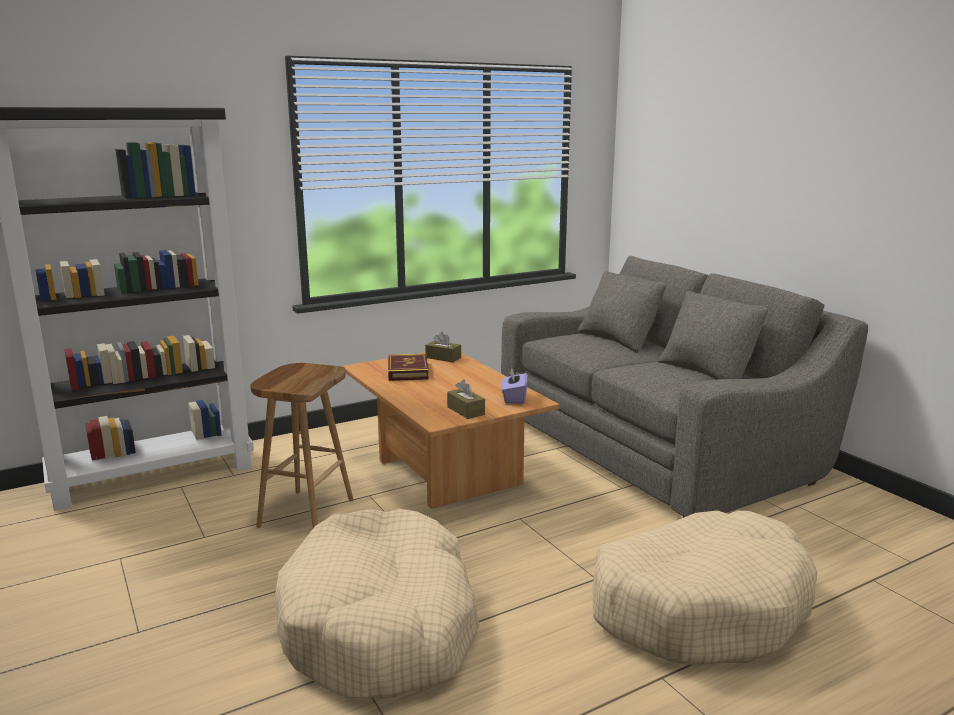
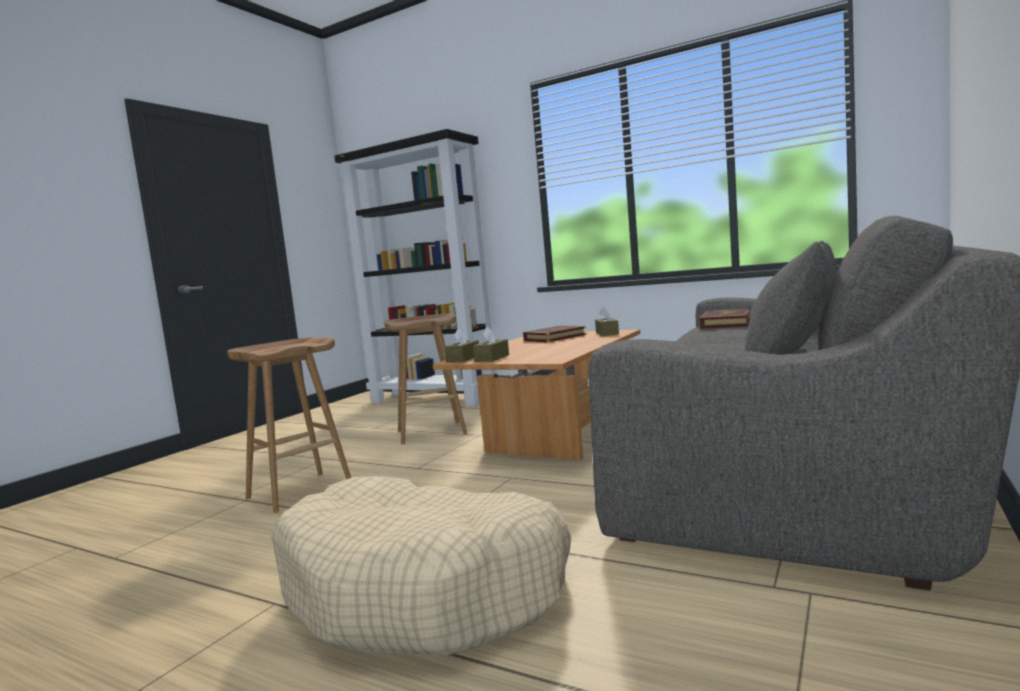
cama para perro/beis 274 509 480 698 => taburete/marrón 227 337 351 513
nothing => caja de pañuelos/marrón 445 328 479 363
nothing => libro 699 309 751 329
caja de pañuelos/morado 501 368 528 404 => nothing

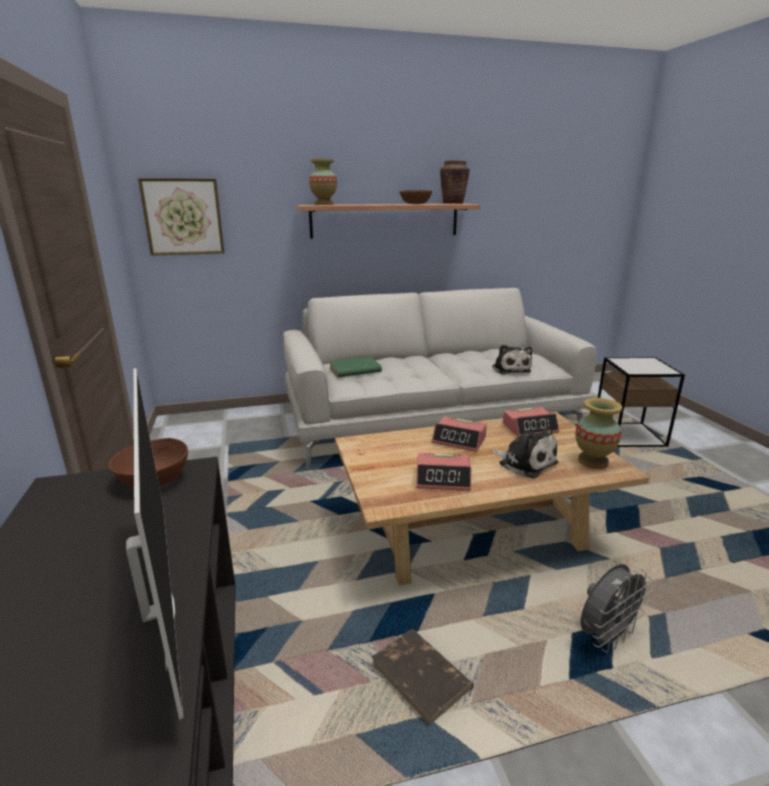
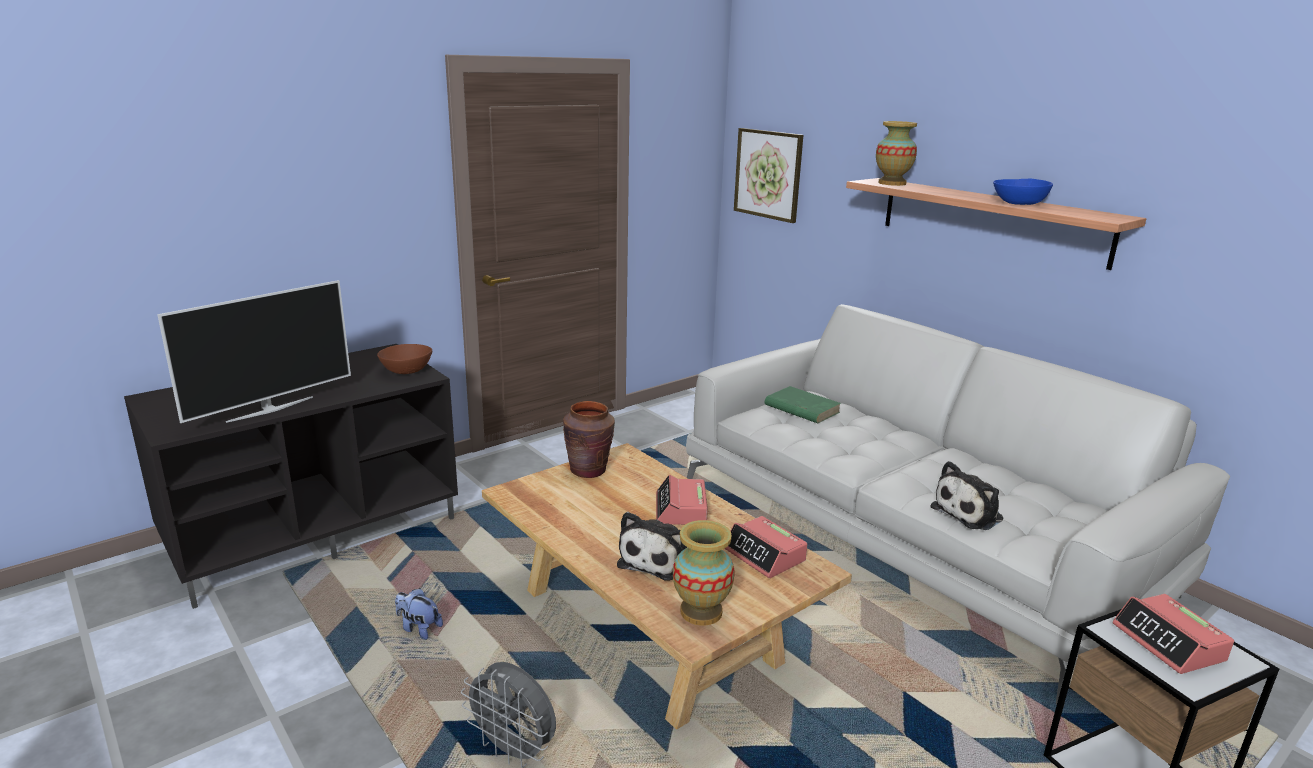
libro/marrón 372 629 474 725 => peluche 395 588 443 640
florero/marrón 440 161 470 204 => florero/marrón 563 401 615 478, move
cuenco/marrón 399 190 432 204 => cuenco/azul 993 179 1053 205
despertador 416 453 472 491 => despertador 1113 594 1234 674, move

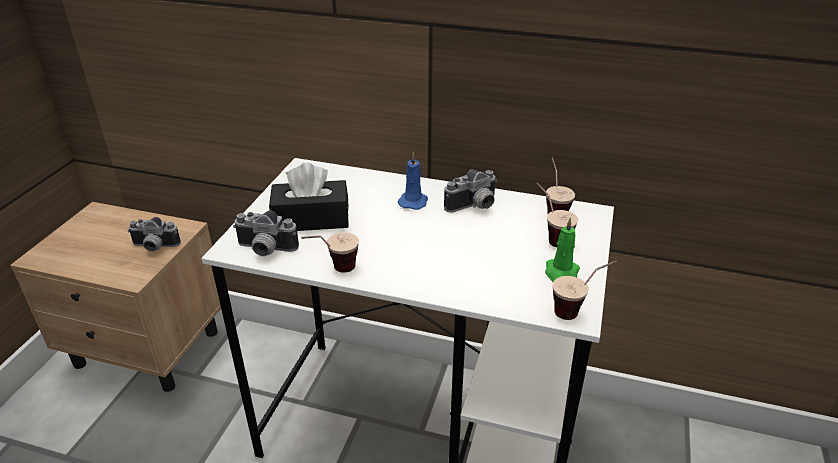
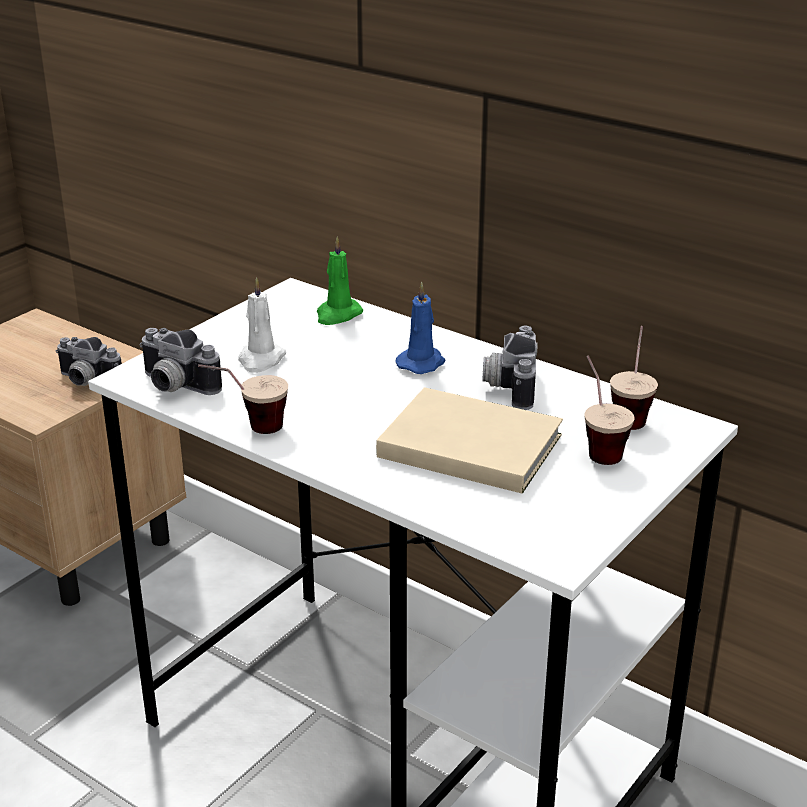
caja de pañuelos/negro 269 163 349 231 => vela/blanco 238 277 286 373
vela/verde 545 217 580 282 => vela/verde 317 237 363 325, move
nothing => libro/beis 376 387 563 494
cámara 444 169 498 213 => cámara 483 326 538 410, 105 degrees clockwise
taza 553 260 617 320 => nothing

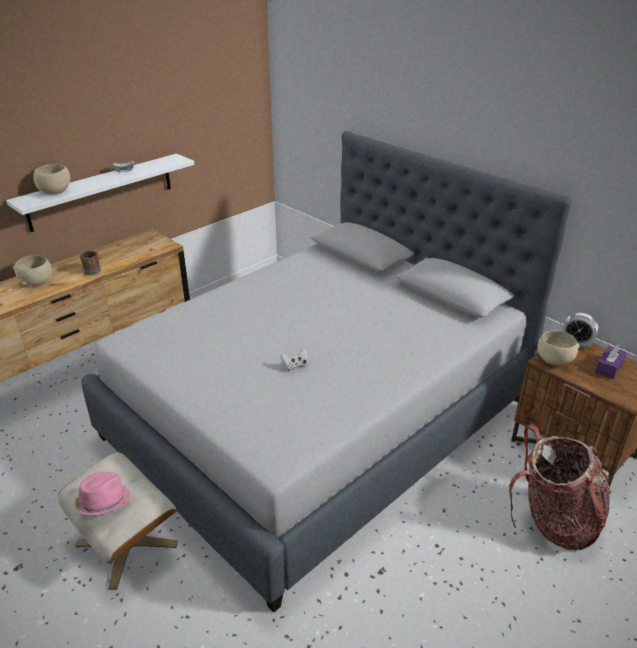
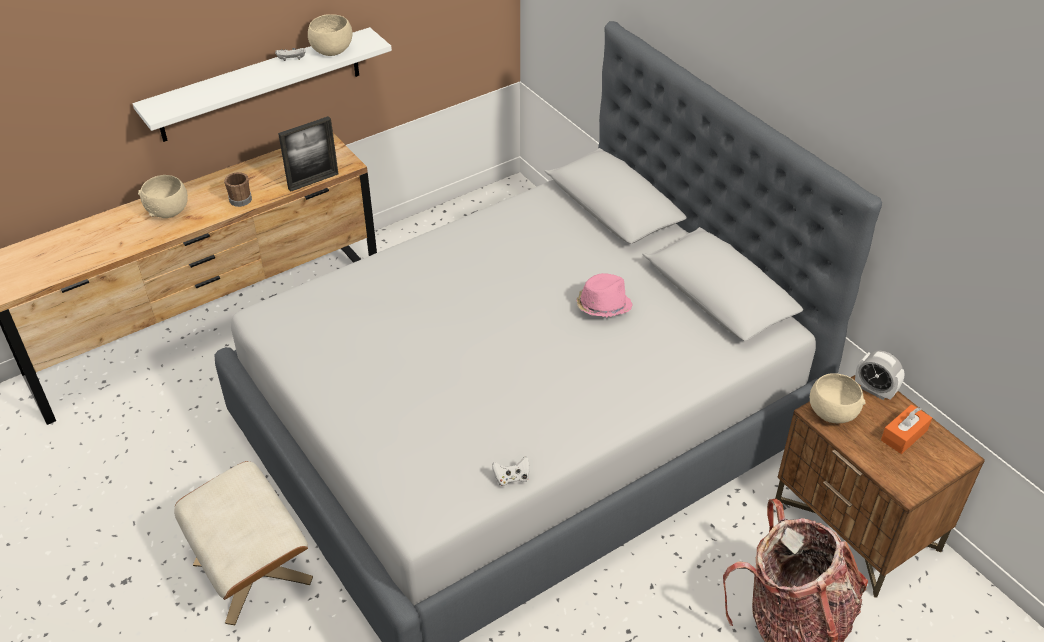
nothing => portarretratos 278 116 338 192
cuenco/beis 33 164 71 195 => cuenco/beis 308 14 353 56, move
mando de consola/blanco 281 349 307 371 => mando de consola/blanco 492 456 530 486, move
sombrero/rosa 75 472 131 515 => sombrero/rosa 576 273 633 317, move
caja de pañuelos/morado 595 344 627 379 => caja de pañuelos/naranja 881 404 932 454

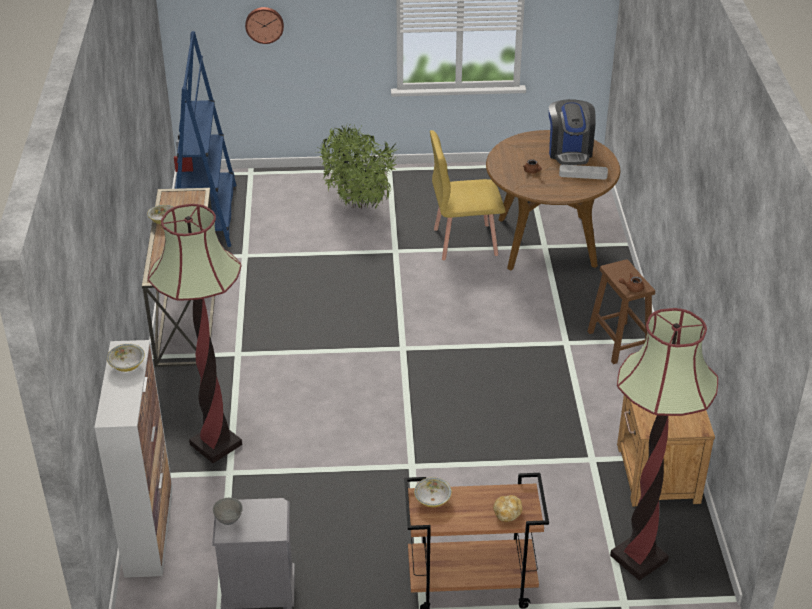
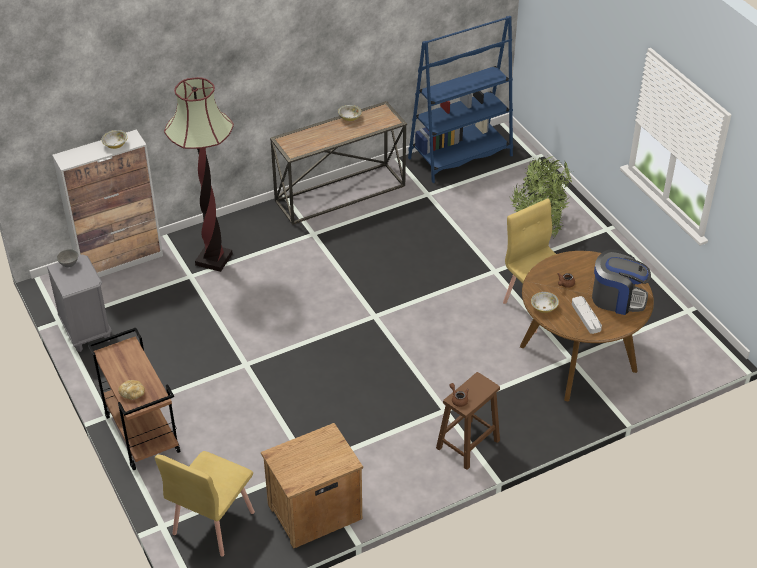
lámpara de pie 610 308 718 581 => silla/amarillo 155 451 255 557
cuenco 414 477 452 507 => cuenco 531 292 559 313, move
cafetera 549 99 596 165 => cafetera 592 250 651 315, 135 degrees counterclockwise
reloj de pared 245 7 284 44 => nothing

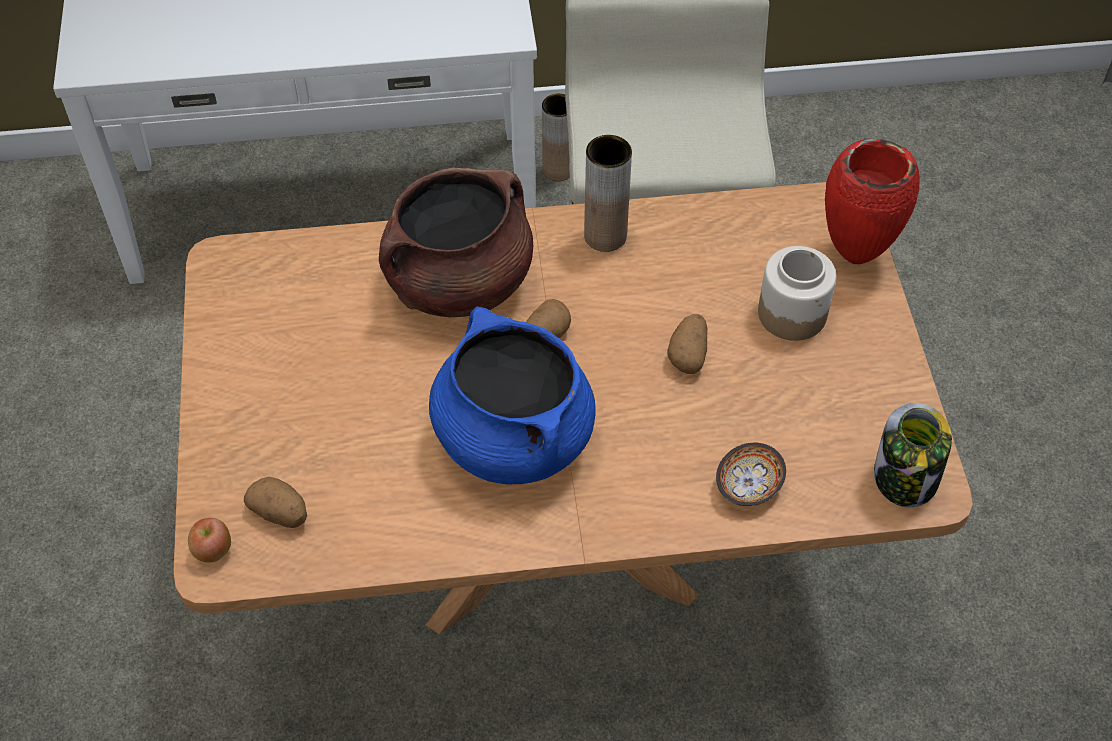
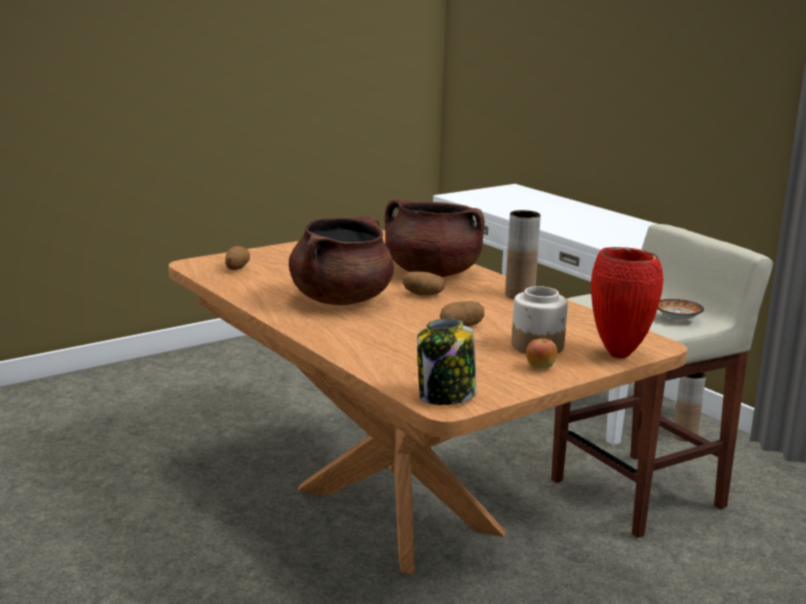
olla/azul 429 307 596 484 => olla/marrón 289 216 394 305
manzana 188 518 231 563 => manzana 526 338 557 369, move
cuenco 716 443 786 506 => cuenco 658 299 704 320, move

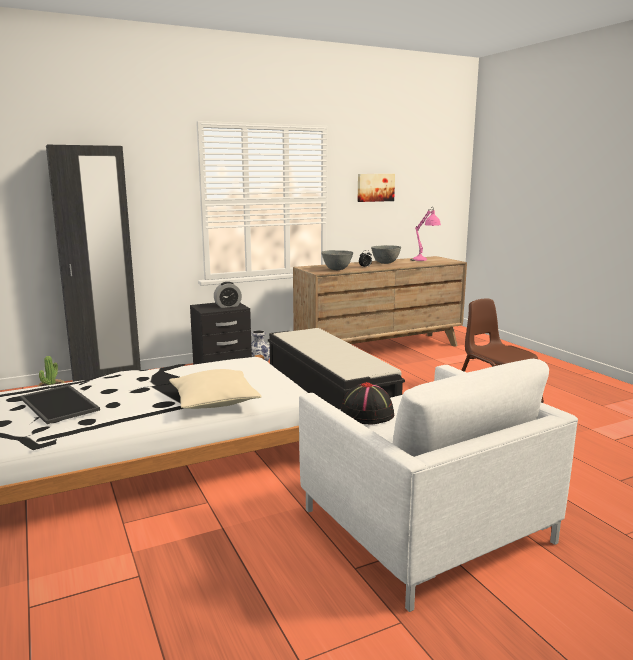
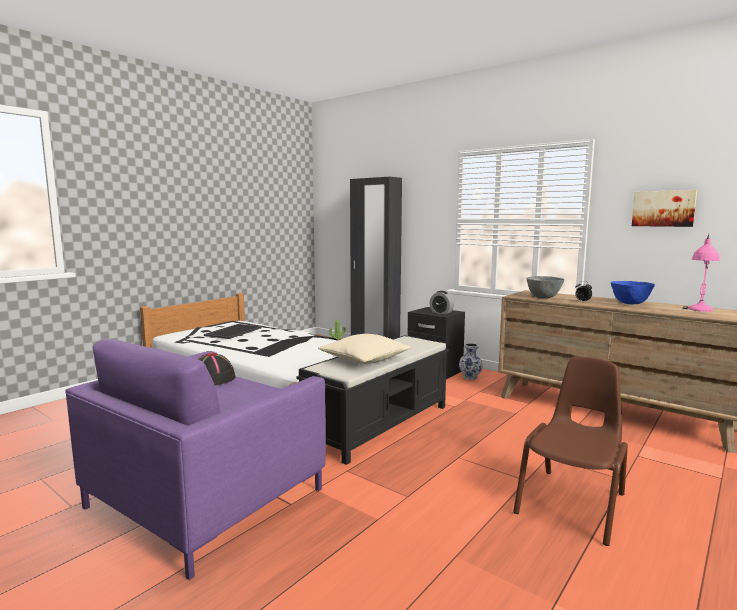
sillón/blanco 299 359 578 612 => sillón/morado 65 339 326 580
cojín/beis 169 369 262 409 => cojín/beis 318 334 411 364, move
cuenco/gris 371 245 401 264 => cuenco/azul 611 281 655 304

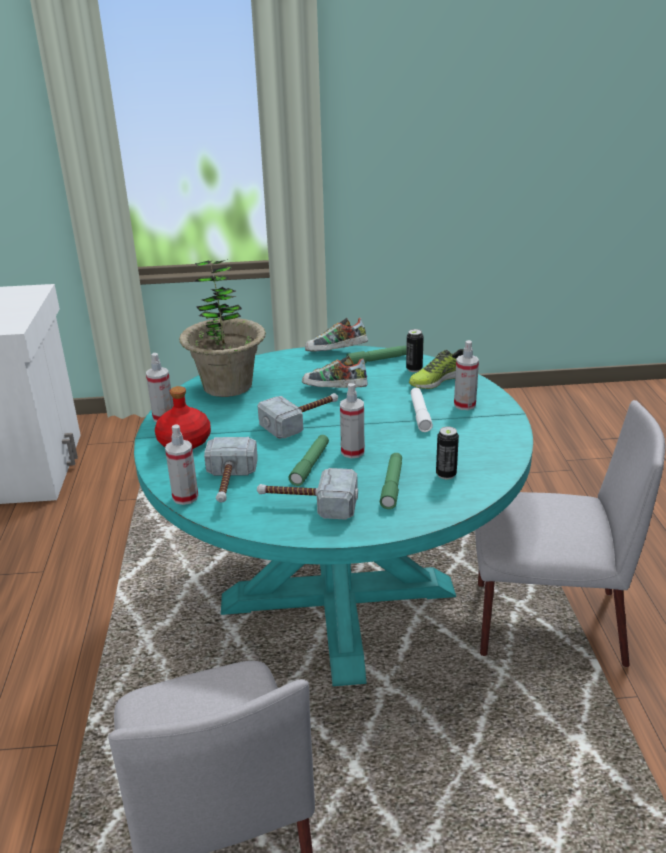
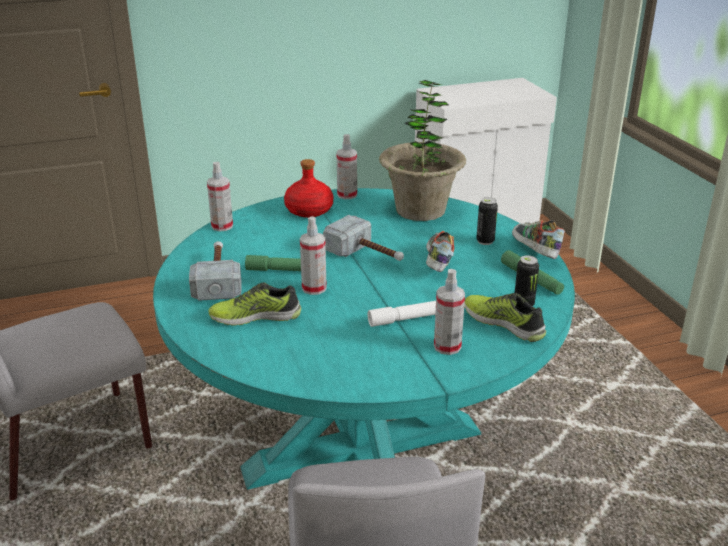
linterna/verde 380 453 402 509 => zapato 209 282 301 326
lata 436 426 459 479 => lata 476 197 498 245, move
martillo 204 437 258 503 => nothing

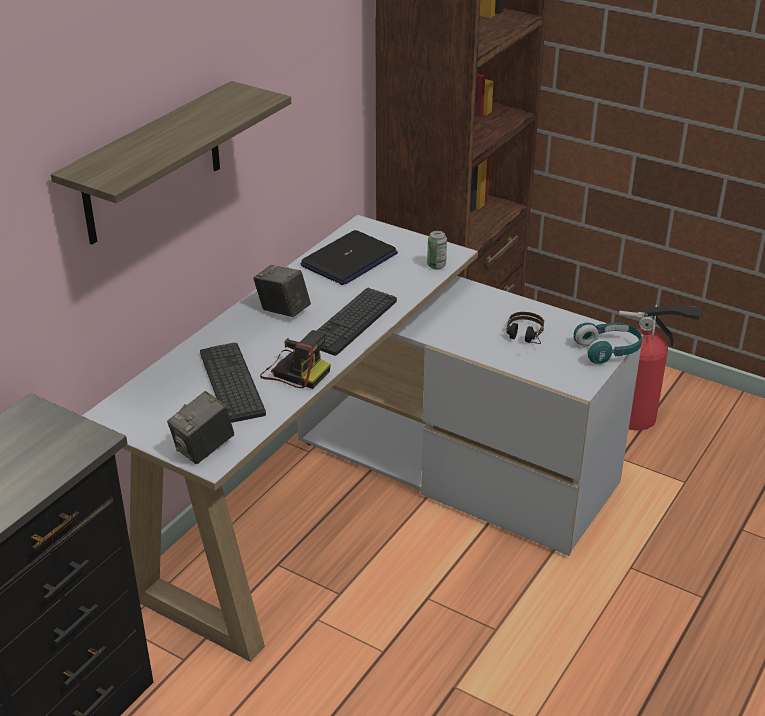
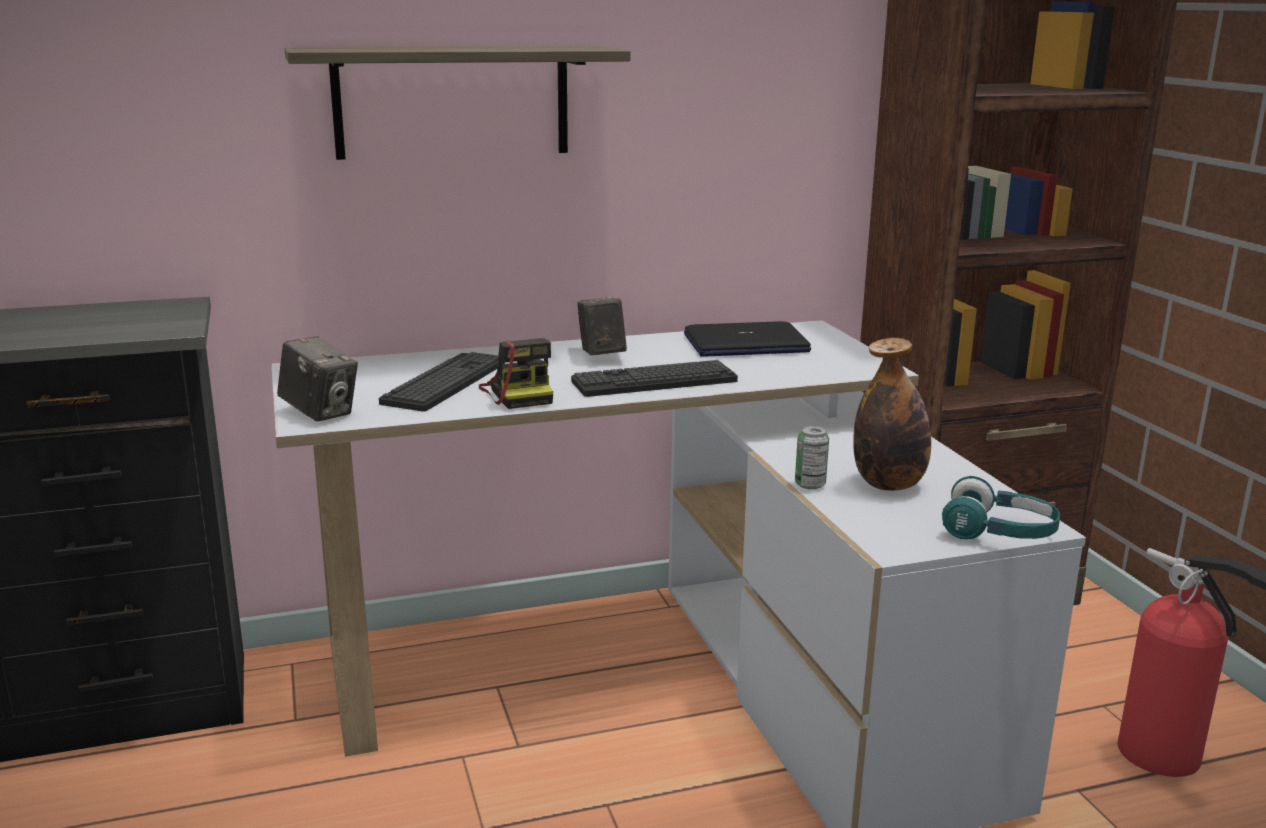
cámara 167 391 234 464 => cámara 277 336 358 422, 135 degrees counterclockwise
lata 427 231 447 269 => lata 795 426 829 489, move
auriculares 506 312 544 344 => botella 853 338 931 491

